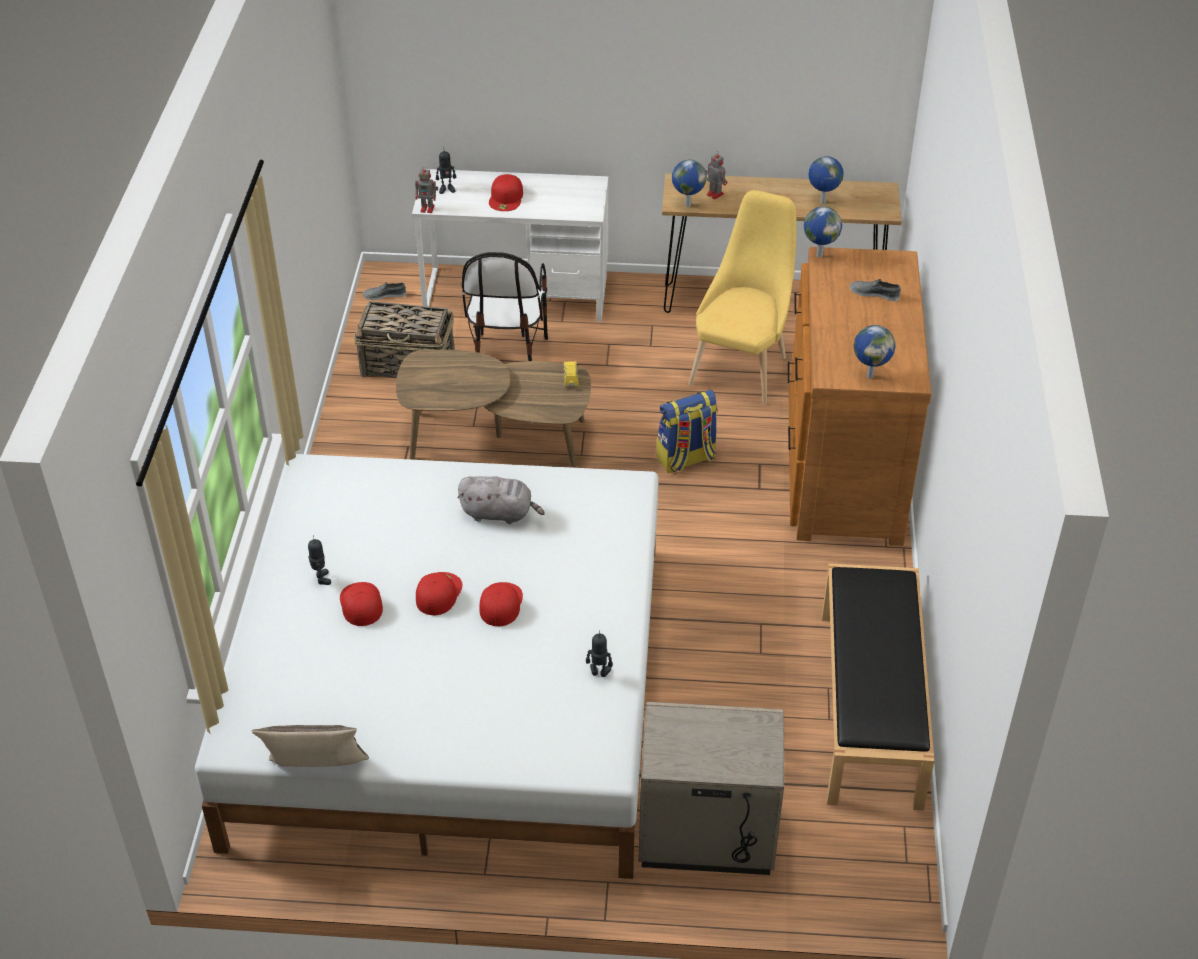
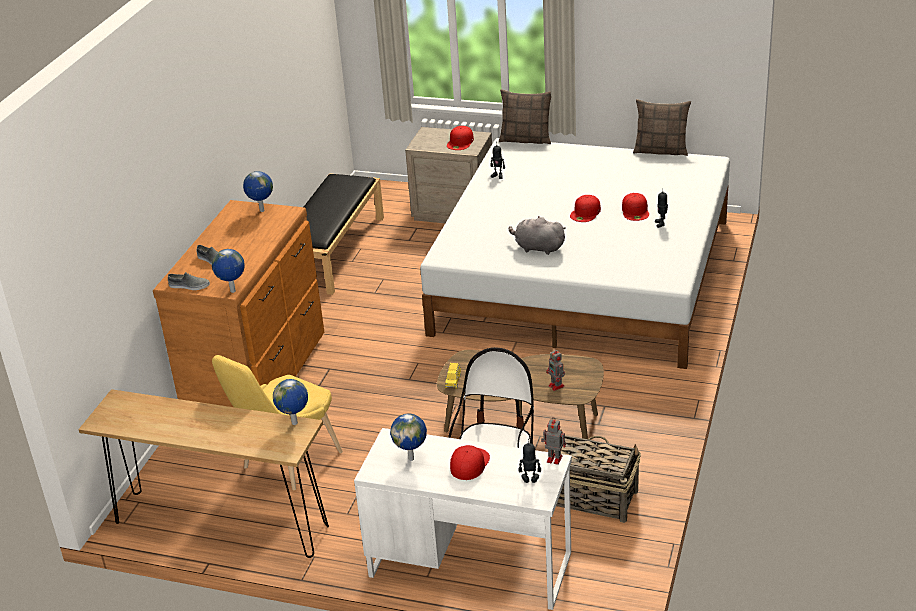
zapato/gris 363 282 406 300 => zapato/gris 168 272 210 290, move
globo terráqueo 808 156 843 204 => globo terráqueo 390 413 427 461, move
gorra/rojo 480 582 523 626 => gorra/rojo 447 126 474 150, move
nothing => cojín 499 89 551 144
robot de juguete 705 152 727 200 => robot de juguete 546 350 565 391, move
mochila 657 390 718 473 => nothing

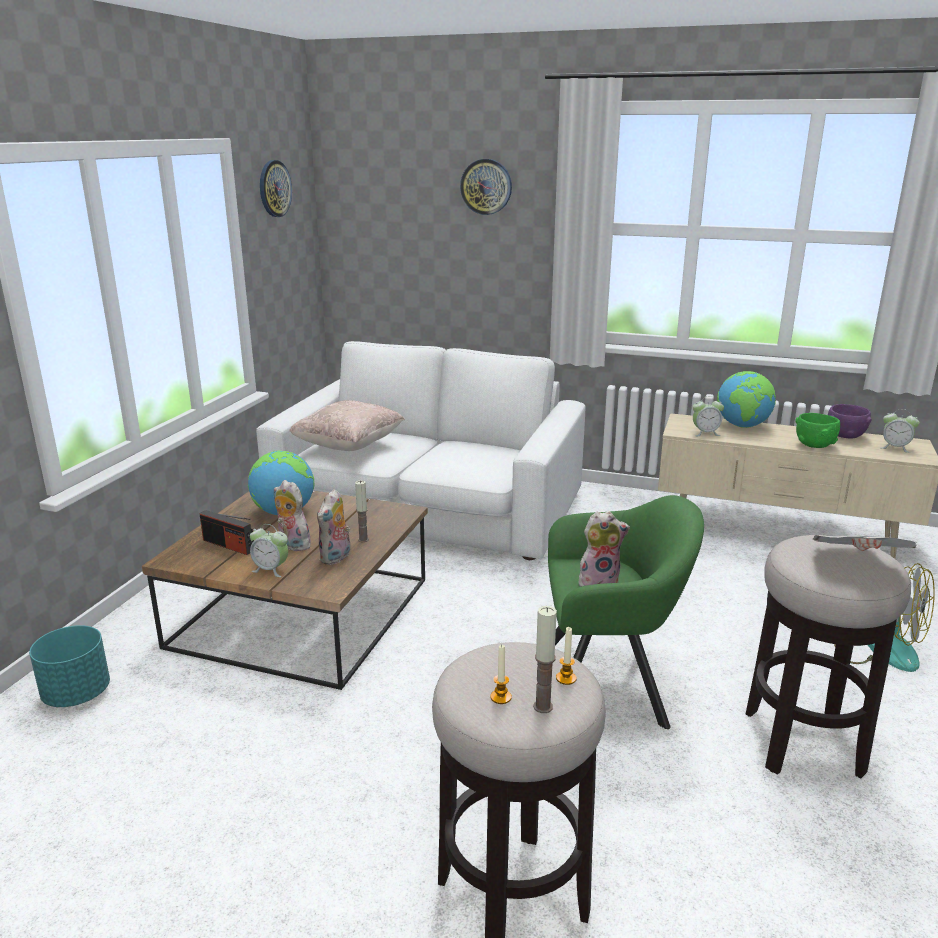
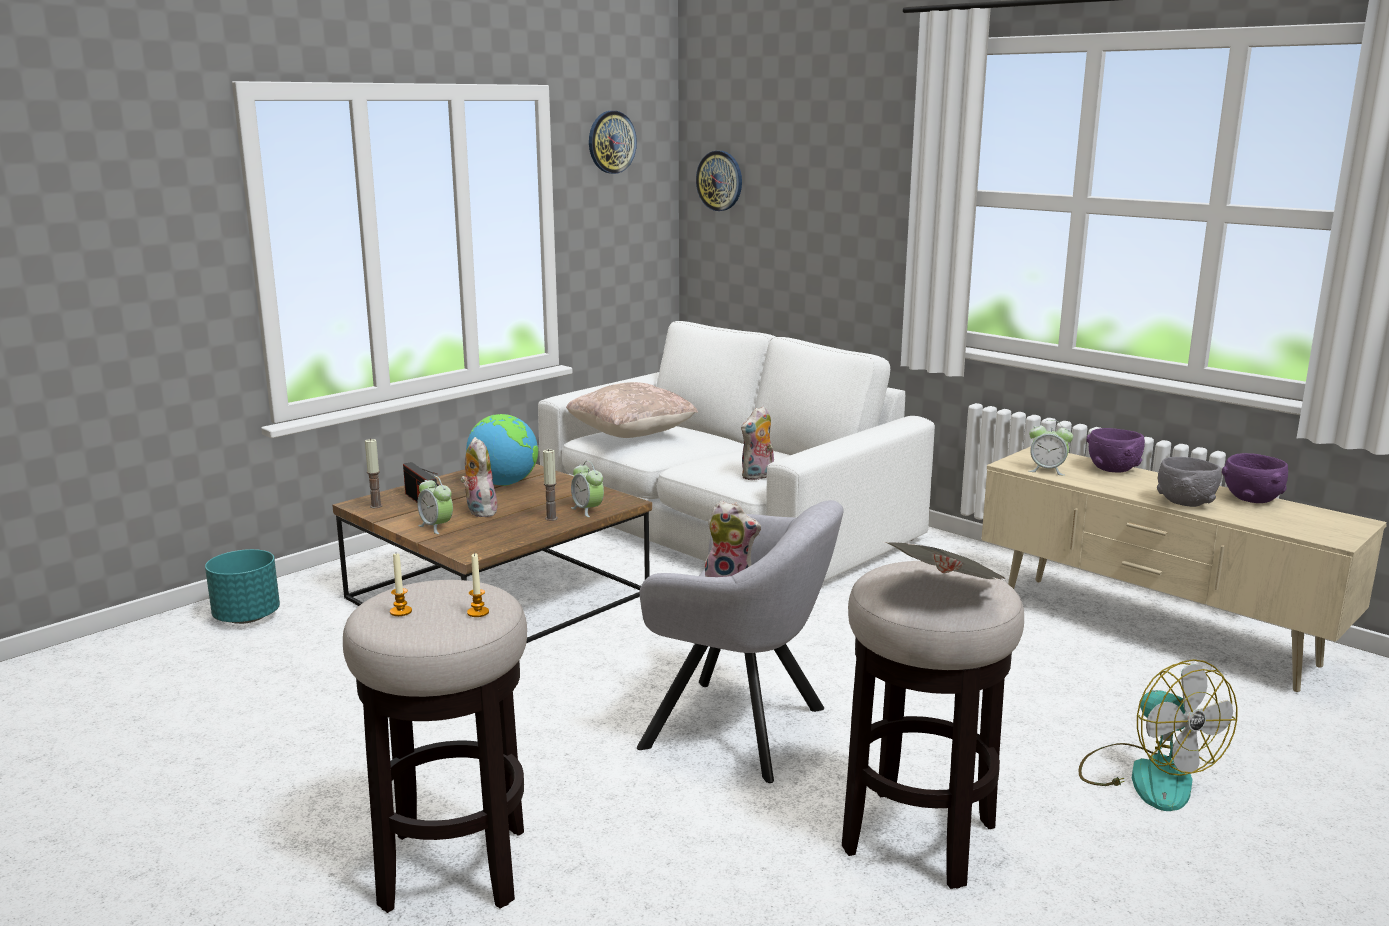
vela 533 606 557 713 => vela 365 438 383 508, move
despertador 880 409 920 453 => despertador 571 461 604 517, move
sillón/verde 548 495 704 729 => sillón/gris 637 500 844 783
reloj de pared 460 159 512 215 => reloj de pared 696 151 742 211, move
peluche 317 489 350 565 => peluche 741 406 774 480, move
globo terráqueo 717 371 776 428 => cuenco/morado 1086 428 1145 472
cuenco/verde 795 413 840 448 => cuenco/gris 1157 457 1222 507

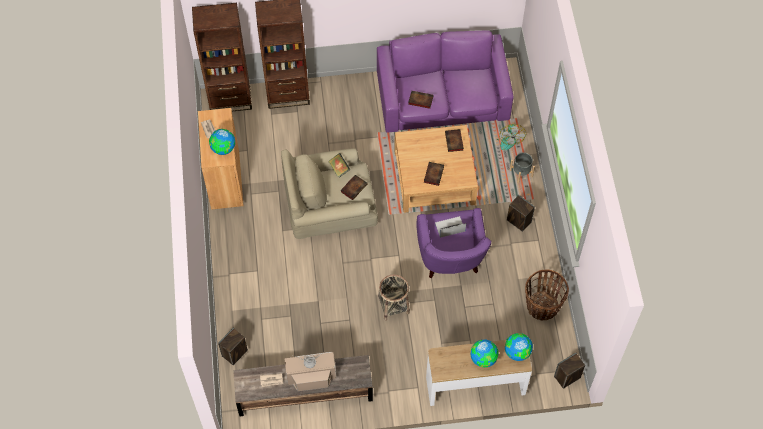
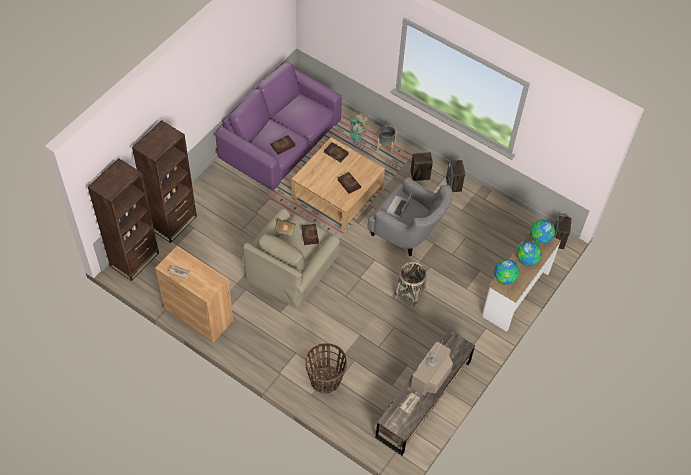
cesta 525 269 569 321 => cesta 305 343 347 394, move
sillón/morado 416 208 491 278 => sillón/gris 367 177 452 256
altavoz 218 328 248 365 => altavoz 446 160 466 192, move
globo terráqueo 209 129 235 155 => globo terráqueo 494 259 520 285, move

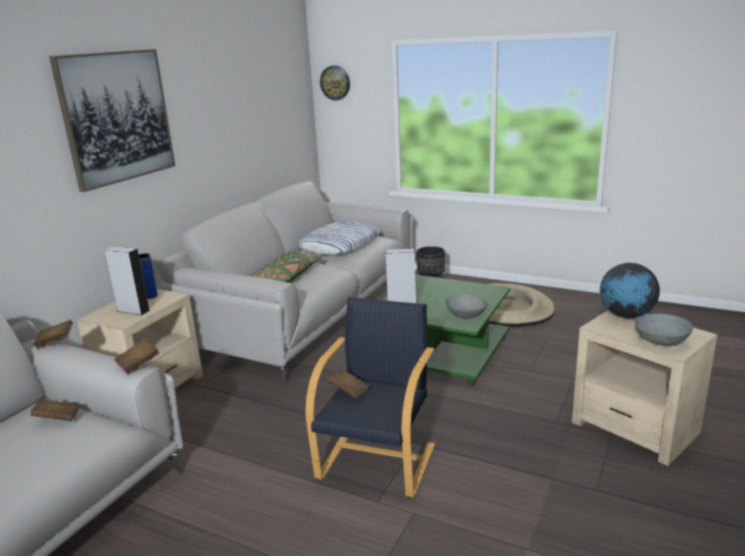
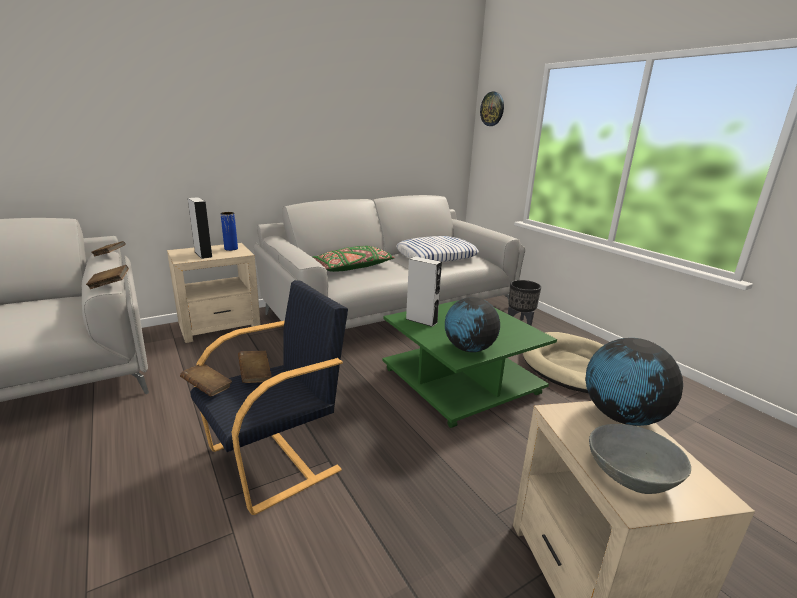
libro/marrón 30 400 79 421 => libro/marrón 180 364 232 397, move
cuenco/gris 445 294 487 319 => globo terráqueo 445 297 500 352
cuadro 49 49 175 192 => nothing

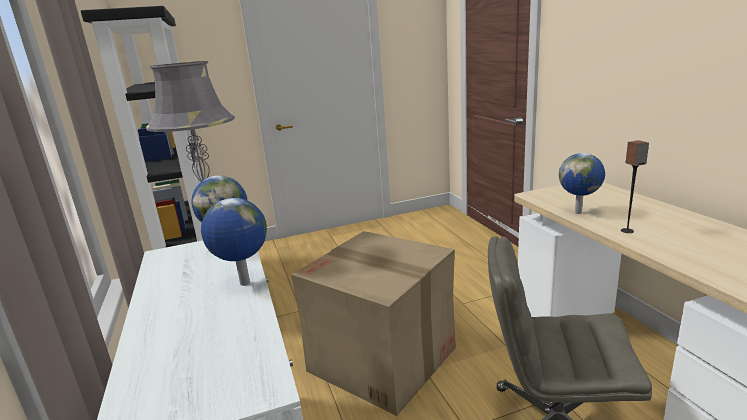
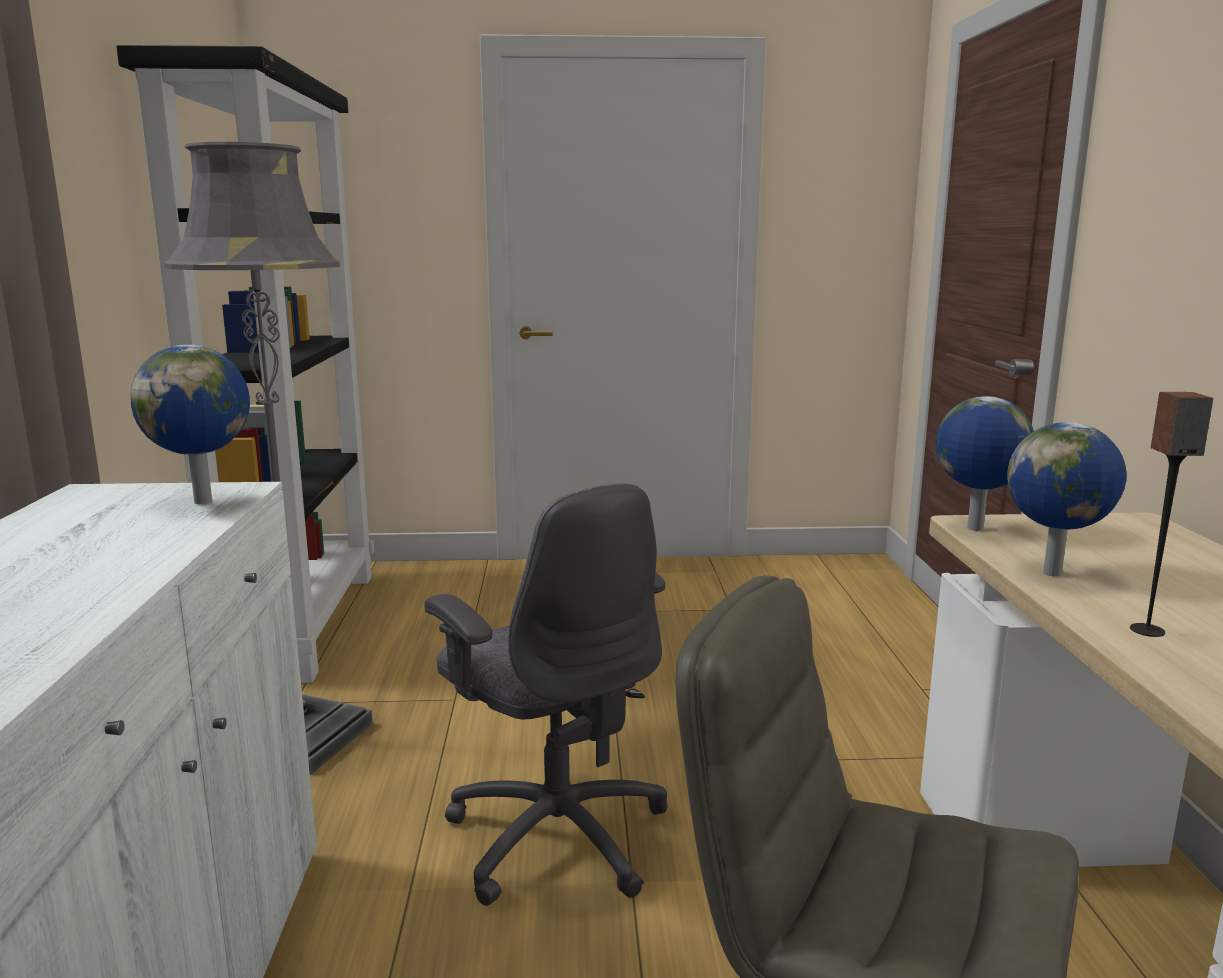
caja de cartón 291 231 456 416 => silla de oficina/gris 425 483 668 906
globo terráqueo 201 198 267 286 => globo terráqueo 935 396 1034 531, move

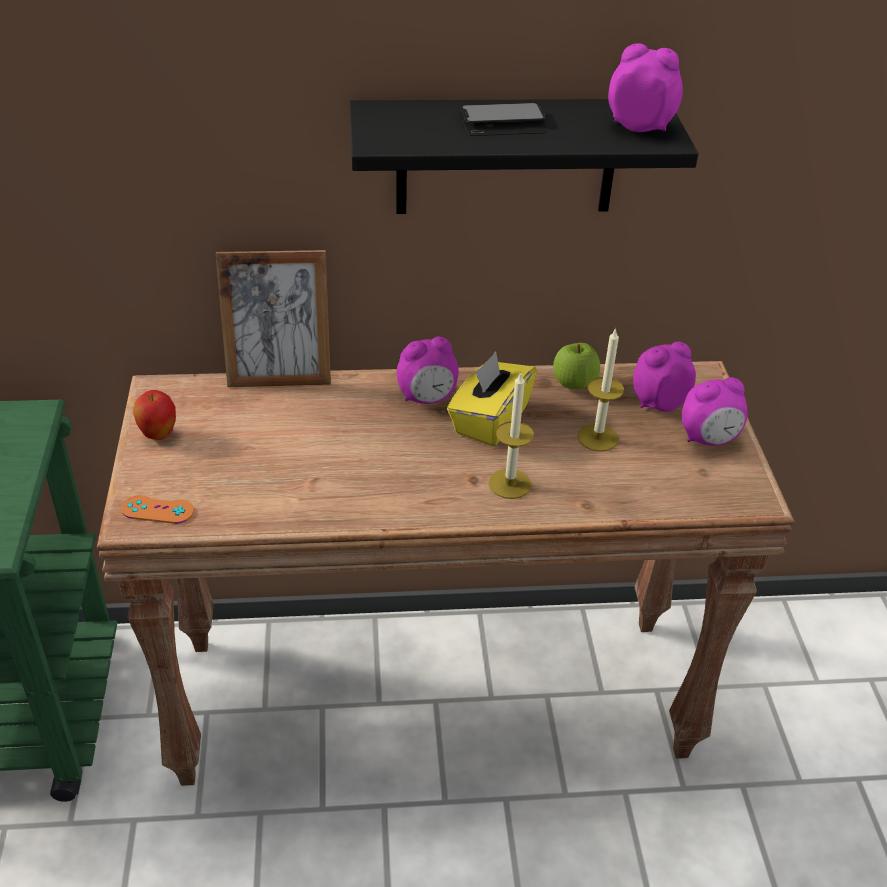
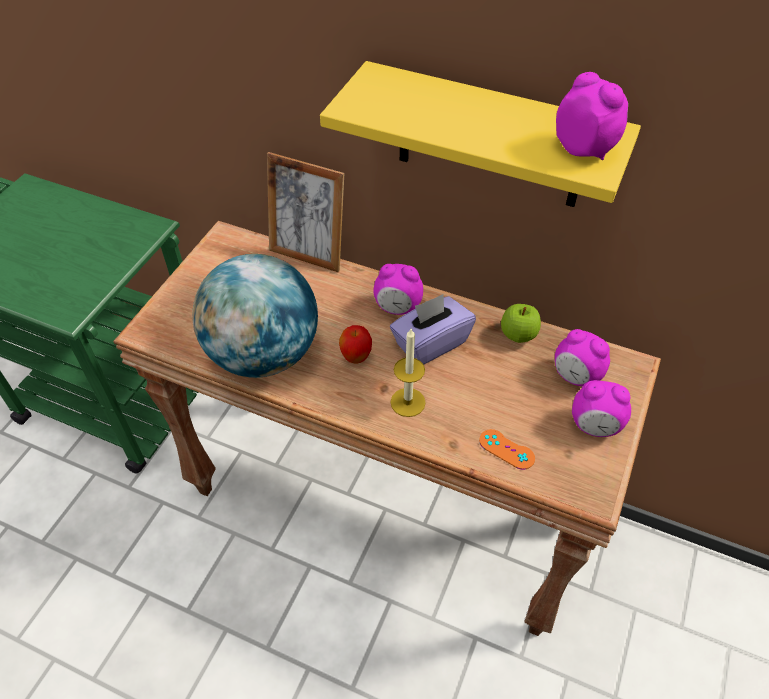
nothing => globo terráqueo 192 254 318 378
estante/negro 349 99 698 214 => estante/amarillo 320 61 641 207
manzana 133 390 176 440 => manzana 339 325 372 363, move
caja de pañuelos/amarillo 447 352 537 446 => caja de pañuelos/morado 390 294 476 364
mando de consola/naranja 121 495 194 524 => mando de consola/naranja 479 429 535 470, move
despertador 633 342 696 412 => despertador 555 329 610 386, 150 degrees counterclockwise
móvil 460 102 548 136 => nothing
vela 577 328 624 451 => nothing

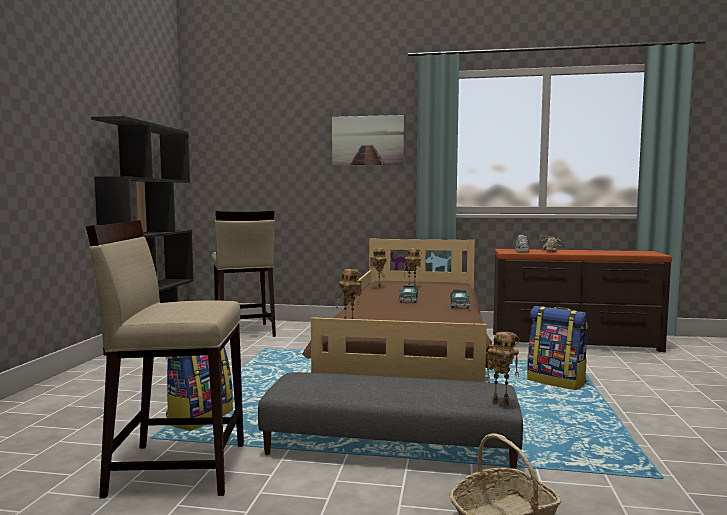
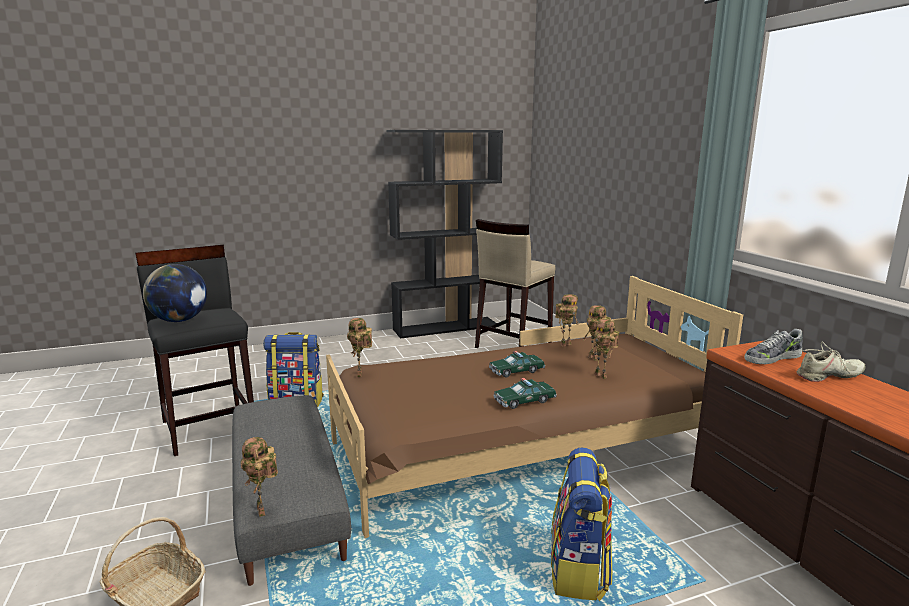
taburete/beis 86 220 244 499 => taburete/negro 135 245 254 456
nothing => globo terráqueo 143 264 207 322
nothing => robot de juguete 588 319 619 379
cuadro 332 115 404 165 => nothing

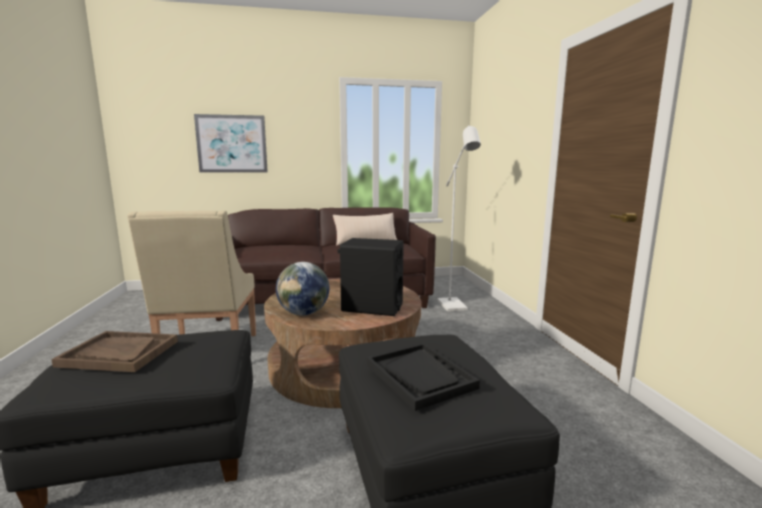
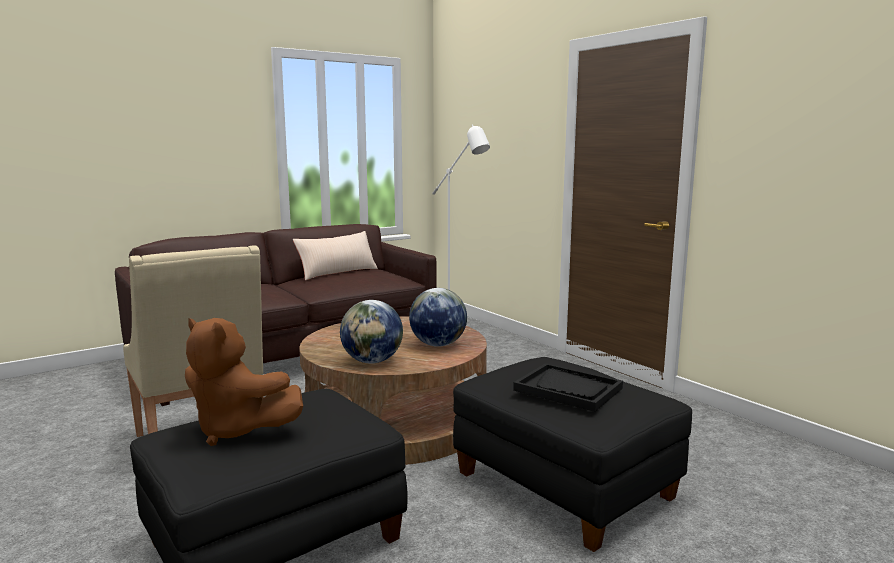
bandeja/marrón 51 331 178 372 => peluche/marrón 185 318 303 446
altavoz/negro 338 238 404 316 => globo terráqueo 409 288 467 347
cuadro 194 114 268 173 => nothing

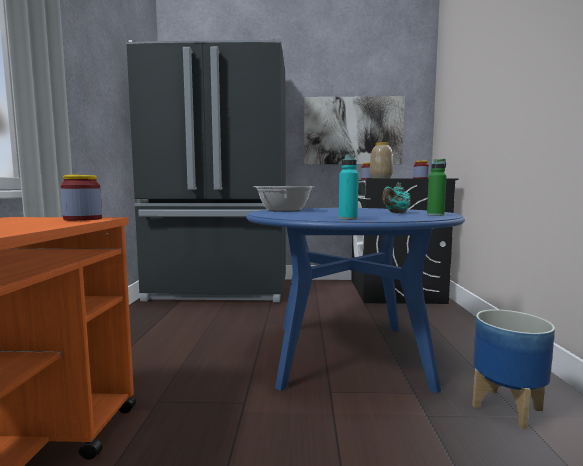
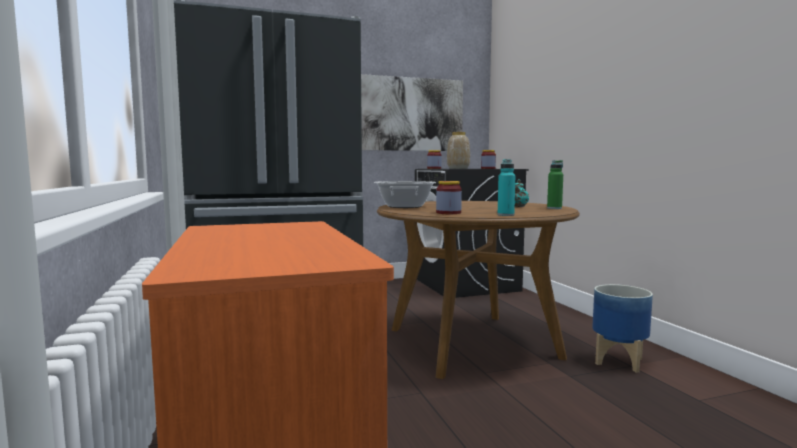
mesa de comedor/azul 246 208 465 393 => mesa de comedor/marrón 377 201 580 379
tarro 61 175 102 221 => tarro 436 181 462 214, move

